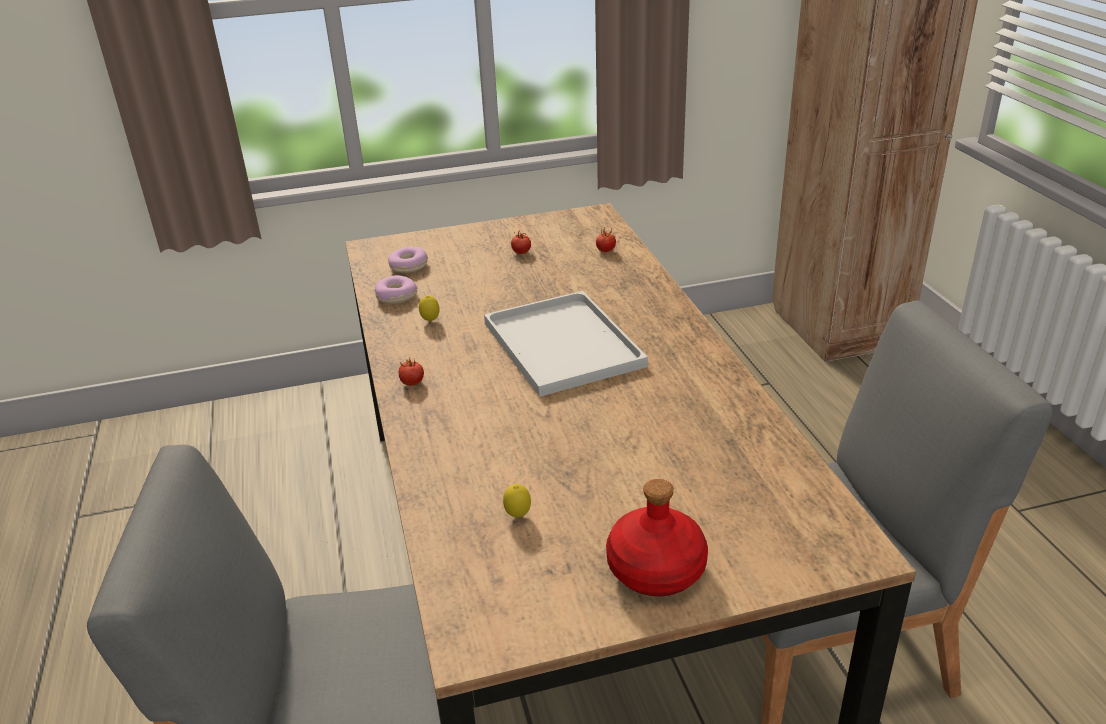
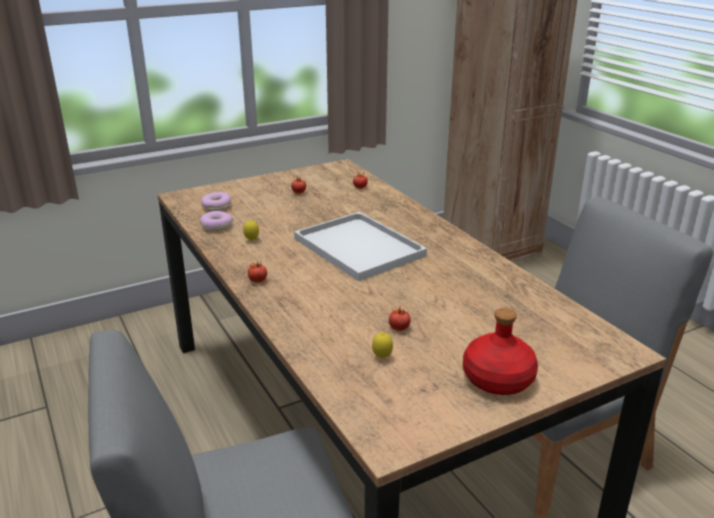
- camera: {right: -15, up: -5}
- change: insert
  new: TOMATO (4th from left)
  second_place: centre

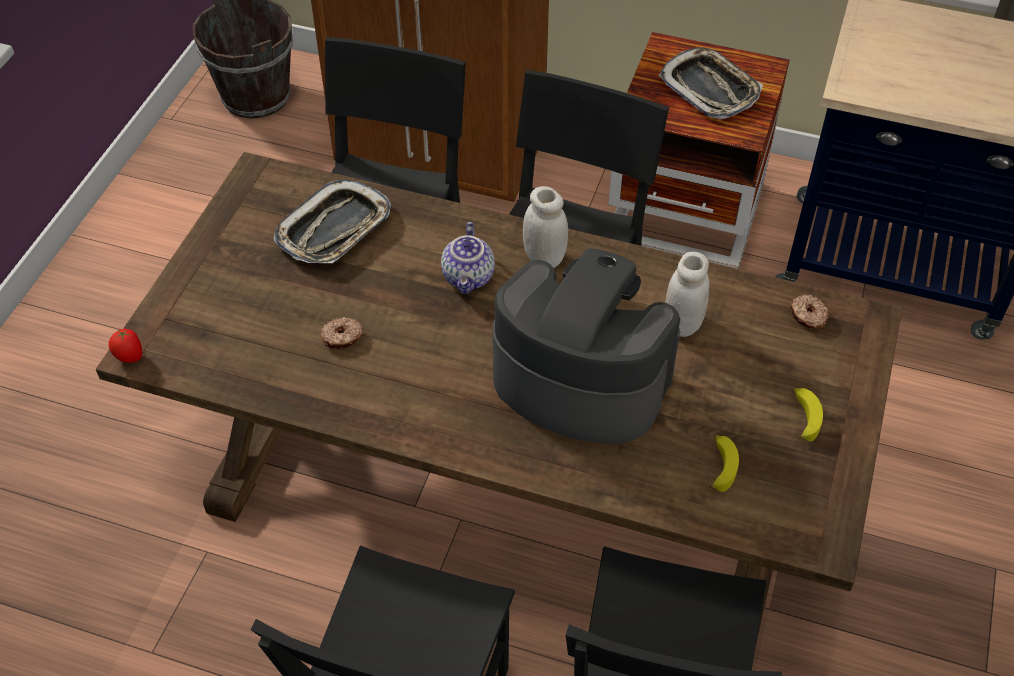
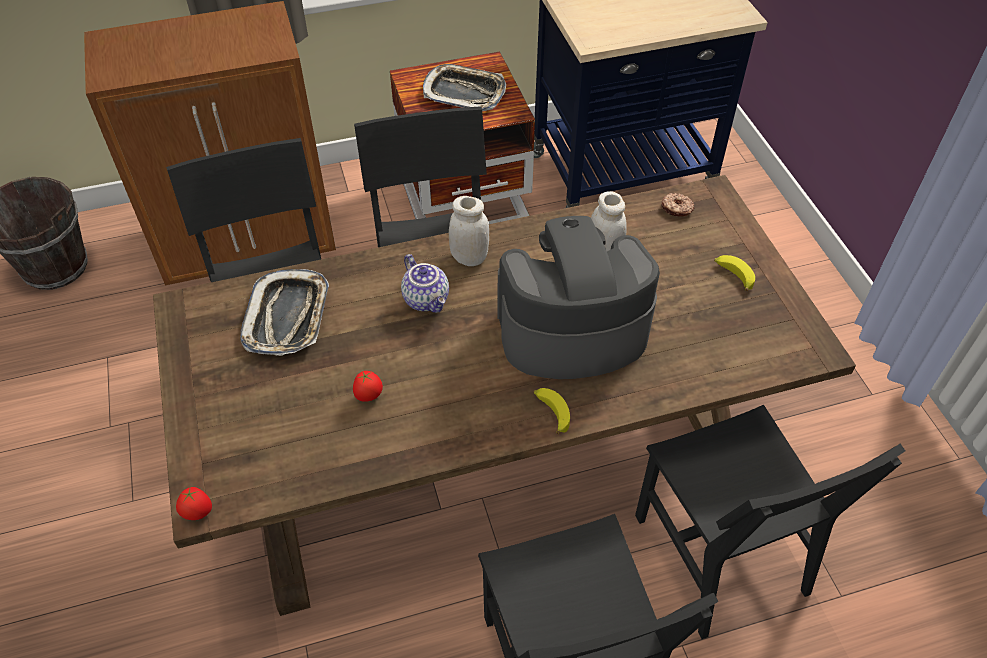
- camera: {right: -35, up: 0}
- change: replace
  old: DONUT (1st from left)
  new: TOMATO (2nd from left)
  first_place: centre
  second_place: centre
- change: move
  old: WHOLE BANANA (1st from left)
  first_place: bottom right
  second_place: centre

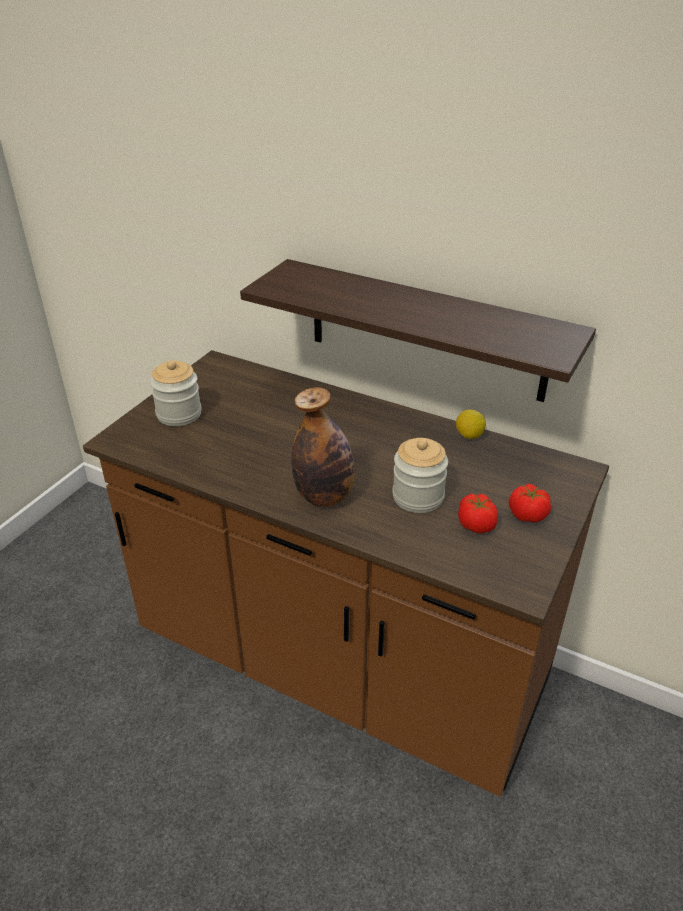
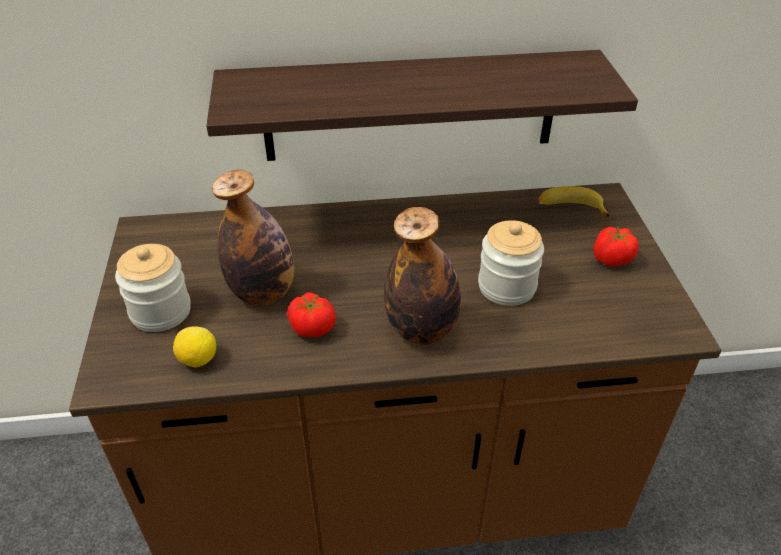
- camera: {right: -35, up: 5}
- change: move
  old: WHOLE LEMON
  first_place: middle right
  second_place: middle left
- change: move
  old: TOMATO (1st from left)
  first_place: middle right
  second_place: centre
- change: insert
  new: BOTTLE (1st from left)
  second_place: middle left
- change: insert
  new: WHOLE BANANA
  second_place: middle right

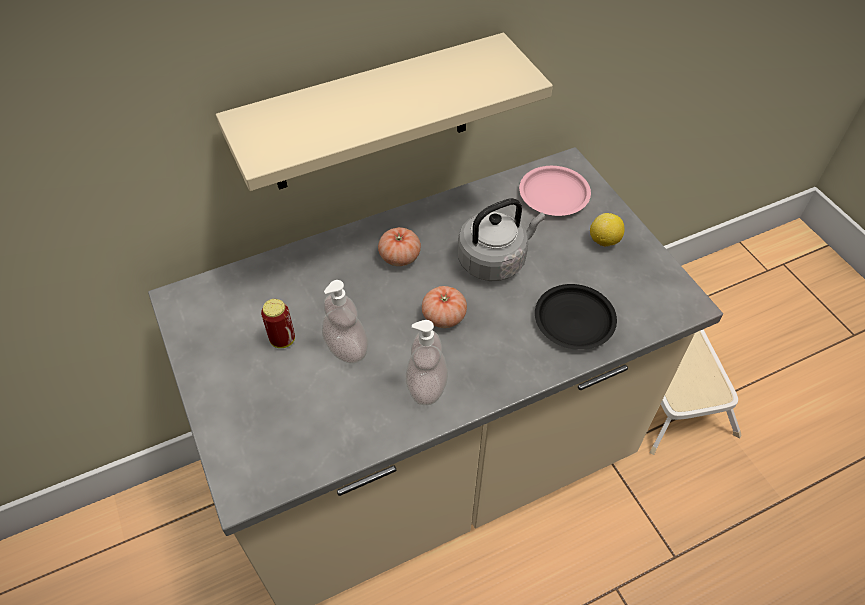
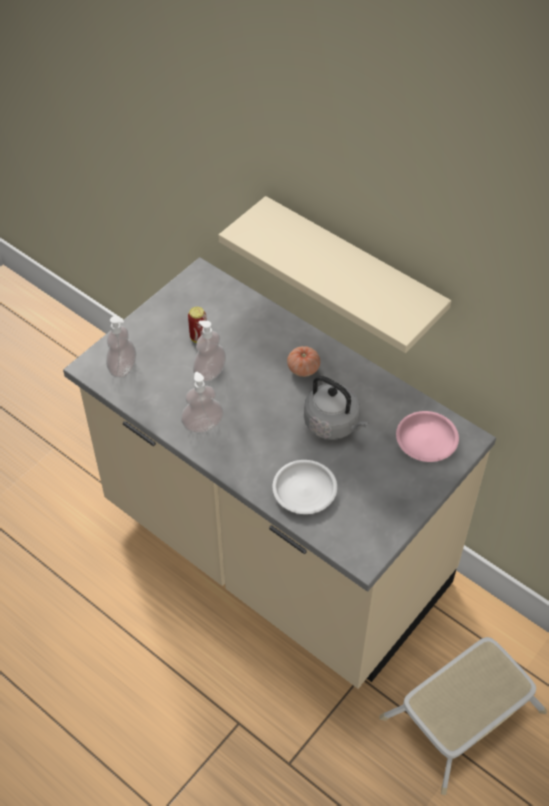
- camera: {right: 65, up: 0}
- change: delete
  old: TOMATO (2nd from left)
  first_place: centre
- change: recolor
  old: BLACK DINNER PLATE
  new: WHITISH DINNER PLATE
  first_place: centre
  second_place: centre
- change: delete
  old: WHOLE LEMON
  first_place: middle right
- change: insert
  new: LIQUID SOAP BOTTLE (1st from left)
  second_place: middle left

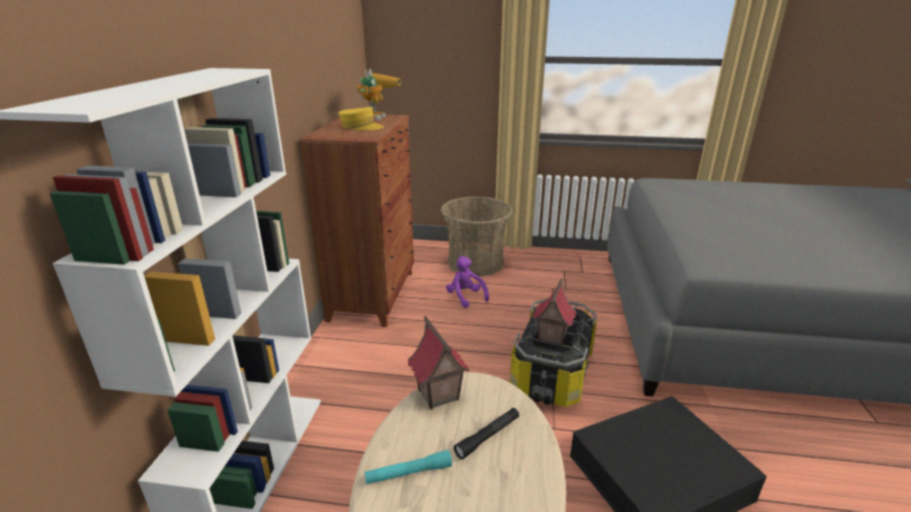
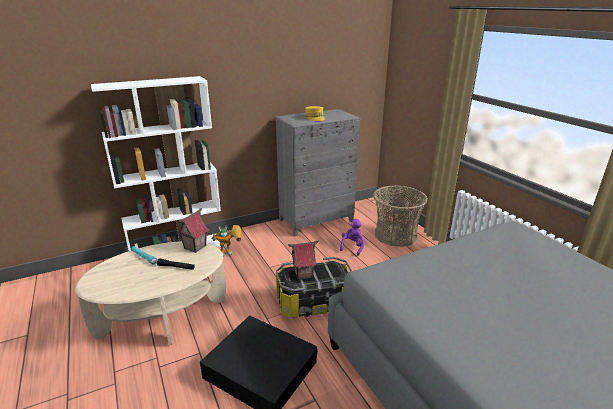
- camera: {right: 55, up: 0}
- change: recolor
  old: BROWN DRAWER CHEST
  new: GREY DRAWER CHEST
  first_place: centre
  second_place: centre
- change: move
  old: TOY ROBOT
  first_place: top centre
  second_place: centre

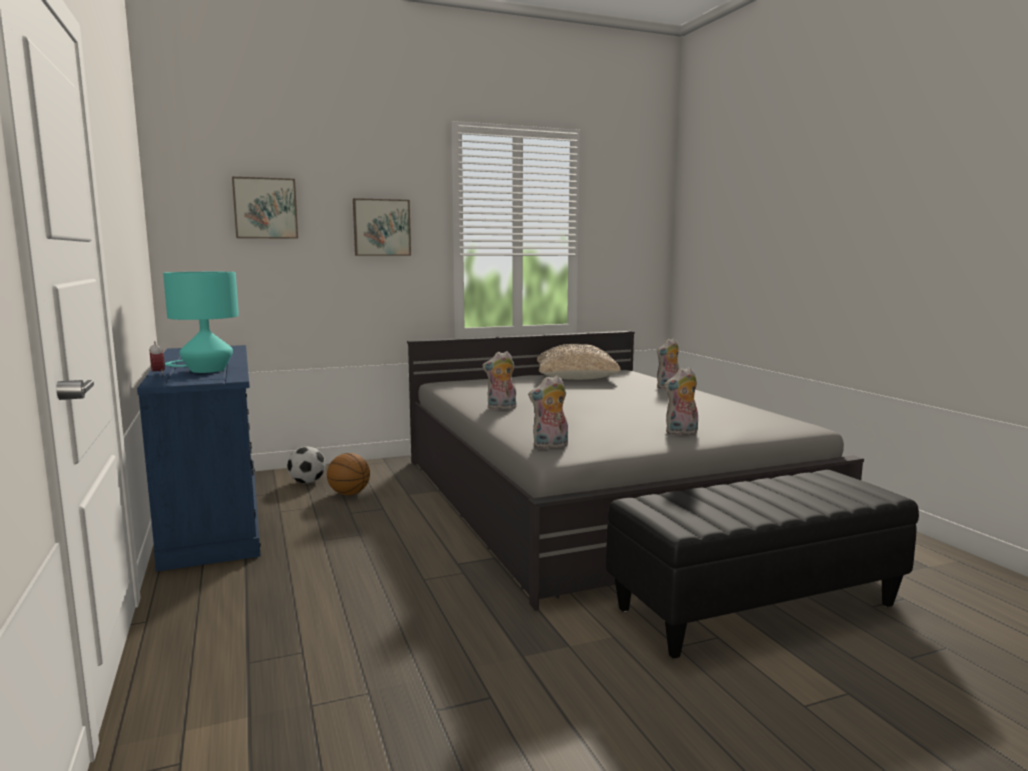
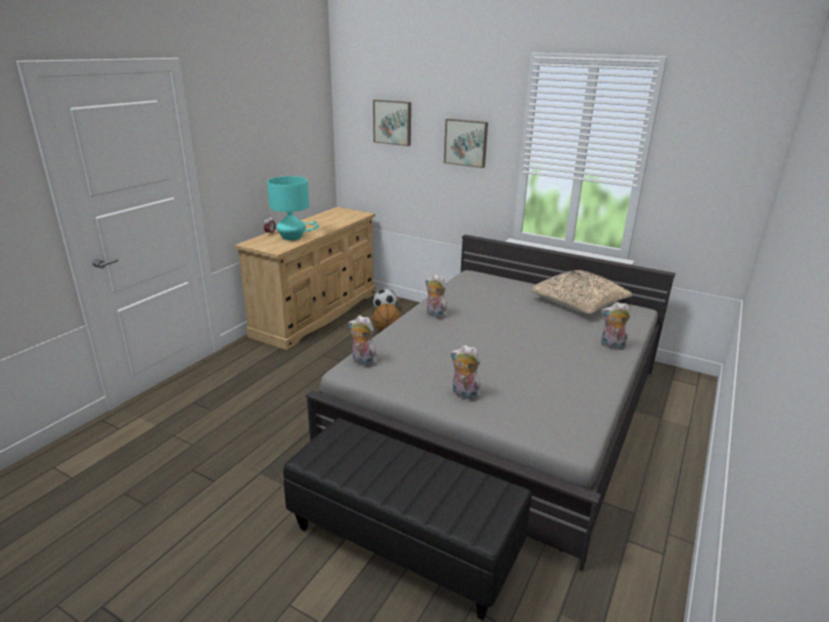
- camera: {right: 50, up: 15}
- change: recolor
  old: BLUISH DRAWER CHEST
  new: BEIGE DRAWER CHEST
  first_place: middle left
  second_place: centre

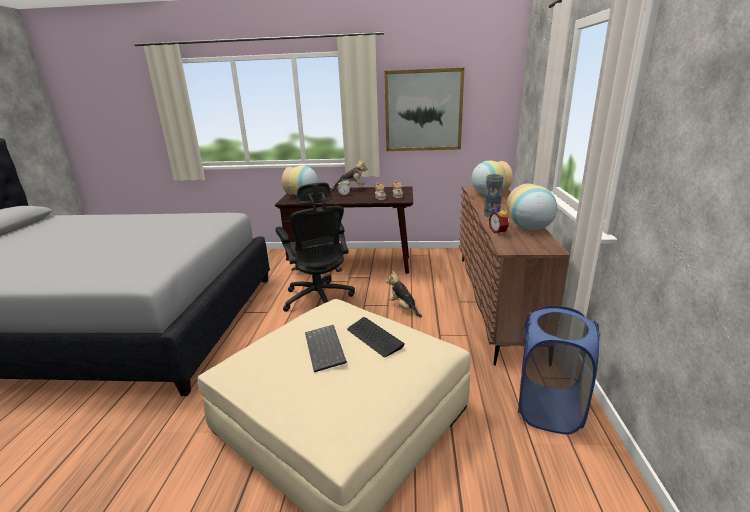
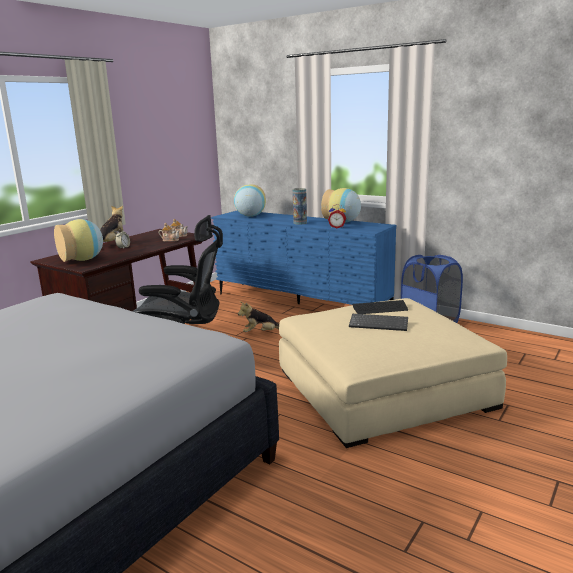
- camera: {right: -60, up: -5}
- change: delete
  old: WALL PICTURE
  first_place: top centre
- change: recolor
  old: BROWN DRAWER CHEST
  new: BLUISH DRAWER CHEST
  first_place: middle right
  second_place: centre

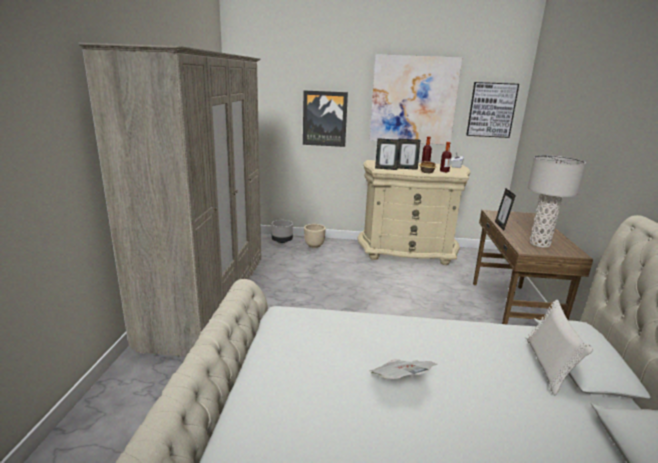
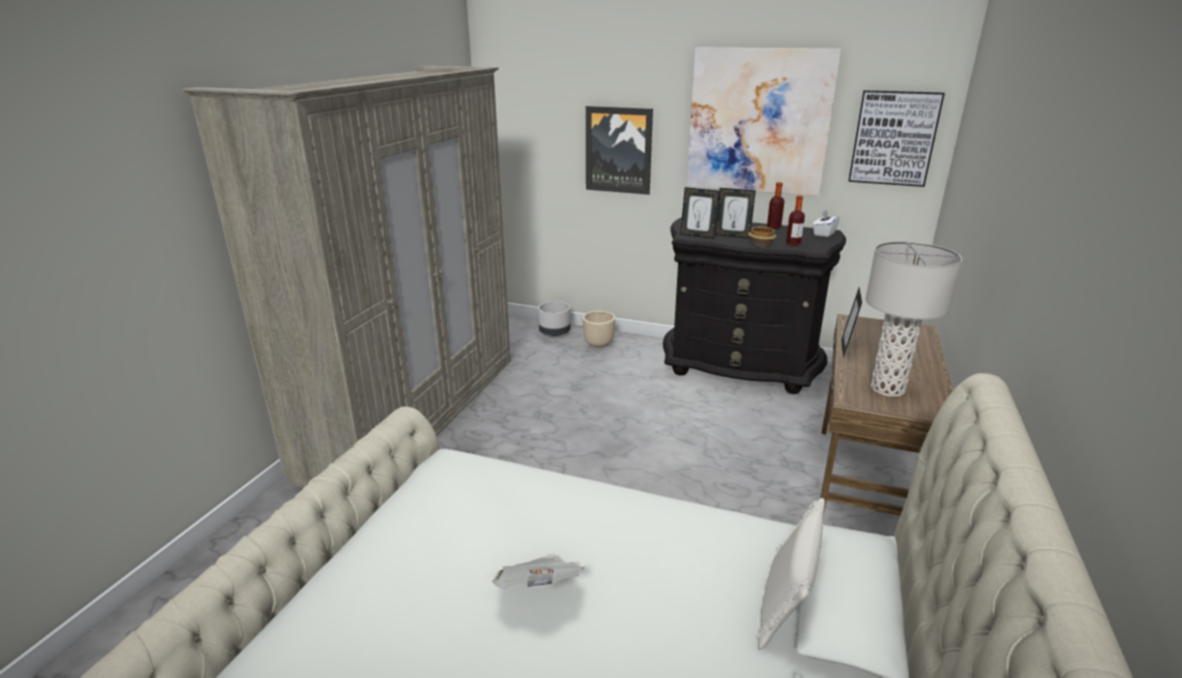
- camera: {right: 15, up: 5}
- change: recolor
  old: BEIGE DRAWER CHEST
  new: BLACK DRAWER CHEST
  first_place: centre
  second_place: centre

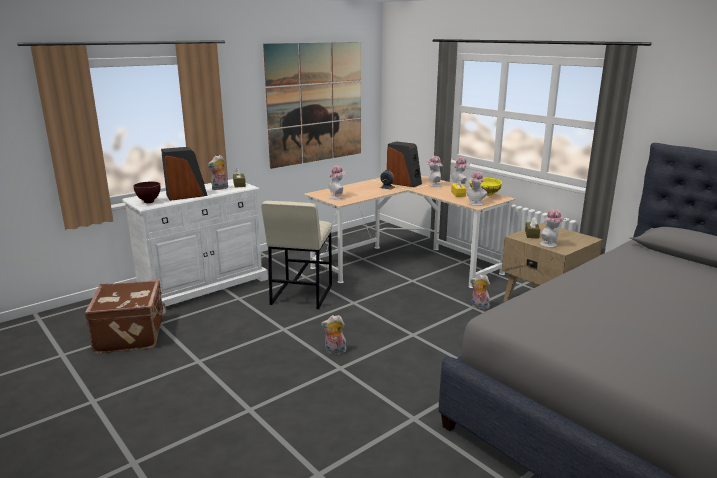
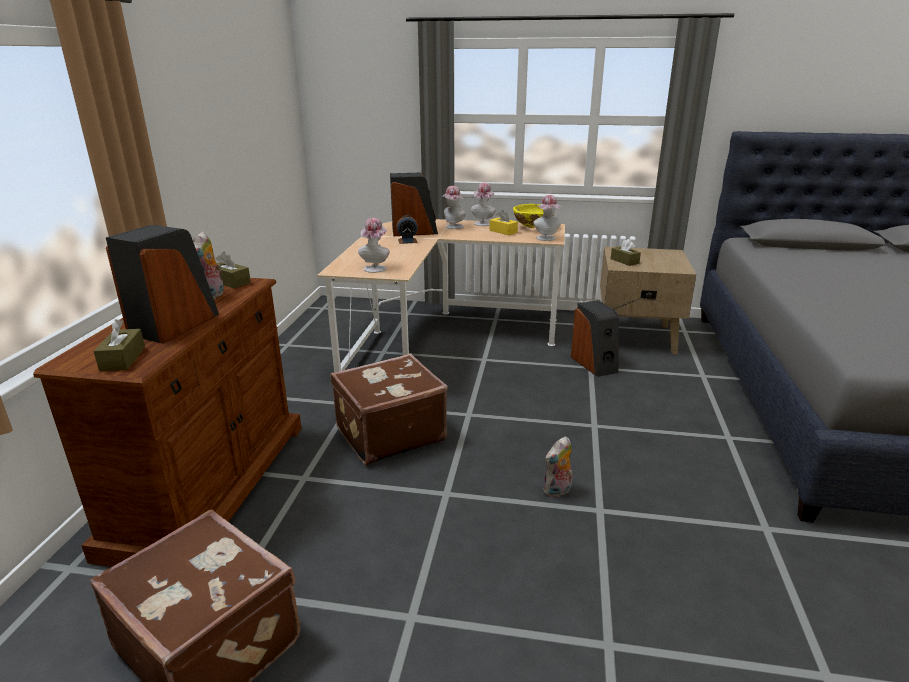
- camera: {right: -40, up: 5}
- change: recolor
  old: WHITISH DRAWER CHEST
  new: BROWN DRAWER CHEST
  first_place: middle left
  second_place: middle left
- change: replace
  old: BROWN SERVING BOWL
  new: BROWN TISSUE HOLDER (1st from left)
  first_place: middle left
  second_place: middle left
- change: replace
  old: BEIGE PLAIN CHAIR
  new: BROWN TRAVEL CASE (2nd from left)
  first_place: centre
  second_place: centre
- change: delete
  old: WALL PICTURE
  first_place: top centre
- change: replace
  old: PLUSH TOY (3rd from left)
  new: SPEAKER (3rd from left)
  first_place: middle right
  second_place: centre
- change: delete
  old: CLOTHING HAT (5th from left)
  first_place: middle right

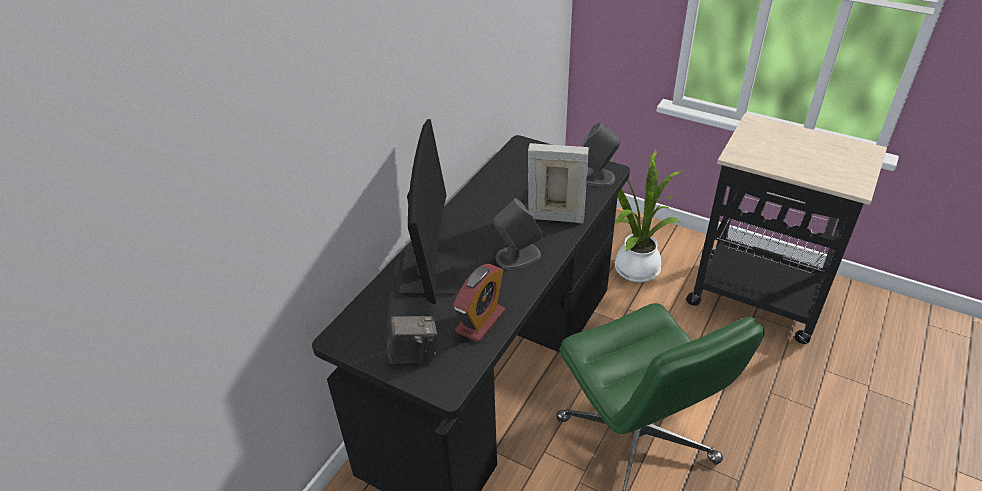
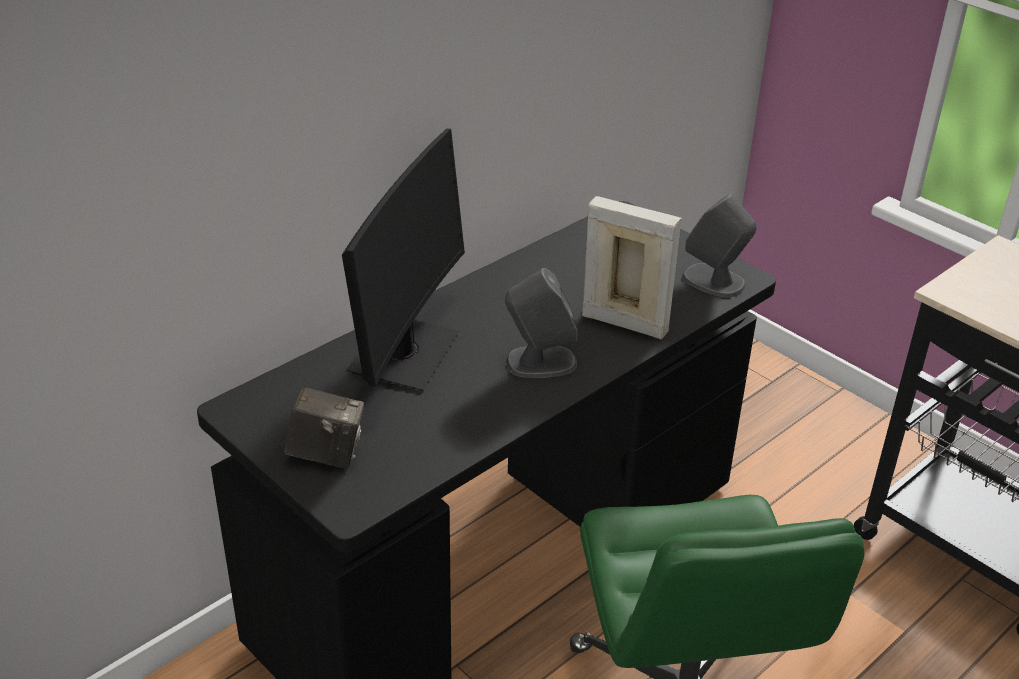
- camera: {right: 15, up: -5}
- change: delete
  old: BEDSIDE CLOCK
  first_place: centre
- change: delete
  old: POTTED PLANT
  first_place: centre

